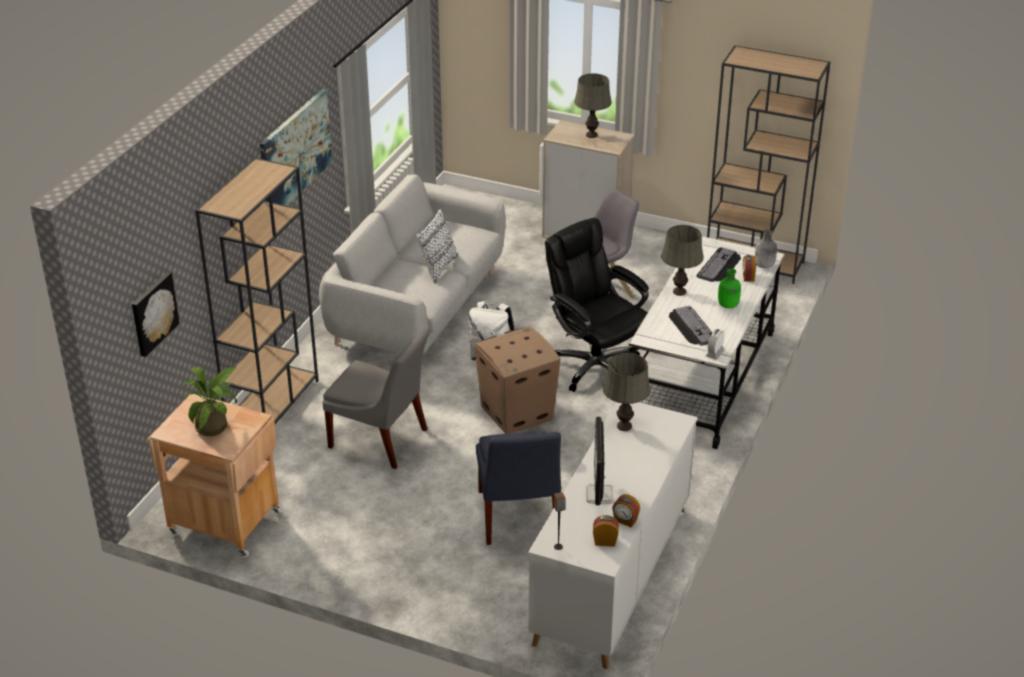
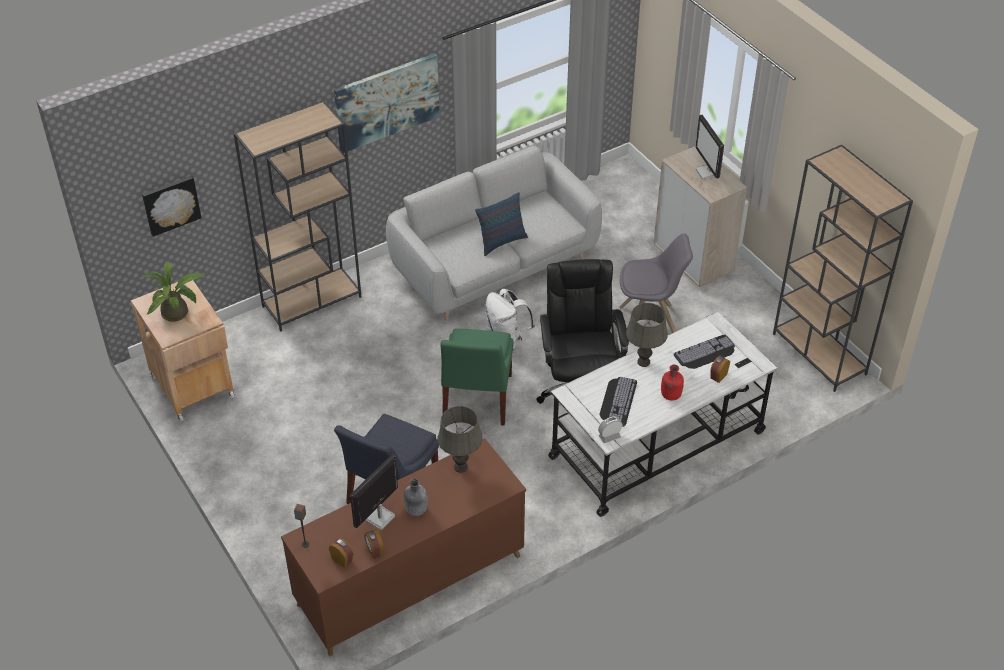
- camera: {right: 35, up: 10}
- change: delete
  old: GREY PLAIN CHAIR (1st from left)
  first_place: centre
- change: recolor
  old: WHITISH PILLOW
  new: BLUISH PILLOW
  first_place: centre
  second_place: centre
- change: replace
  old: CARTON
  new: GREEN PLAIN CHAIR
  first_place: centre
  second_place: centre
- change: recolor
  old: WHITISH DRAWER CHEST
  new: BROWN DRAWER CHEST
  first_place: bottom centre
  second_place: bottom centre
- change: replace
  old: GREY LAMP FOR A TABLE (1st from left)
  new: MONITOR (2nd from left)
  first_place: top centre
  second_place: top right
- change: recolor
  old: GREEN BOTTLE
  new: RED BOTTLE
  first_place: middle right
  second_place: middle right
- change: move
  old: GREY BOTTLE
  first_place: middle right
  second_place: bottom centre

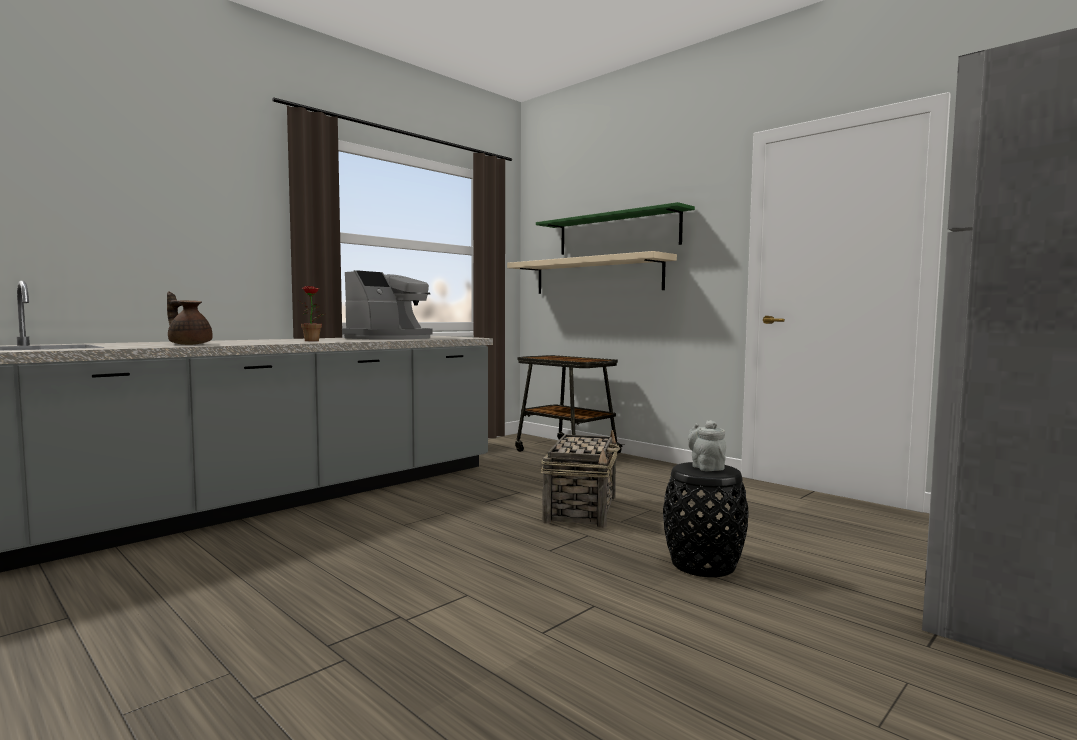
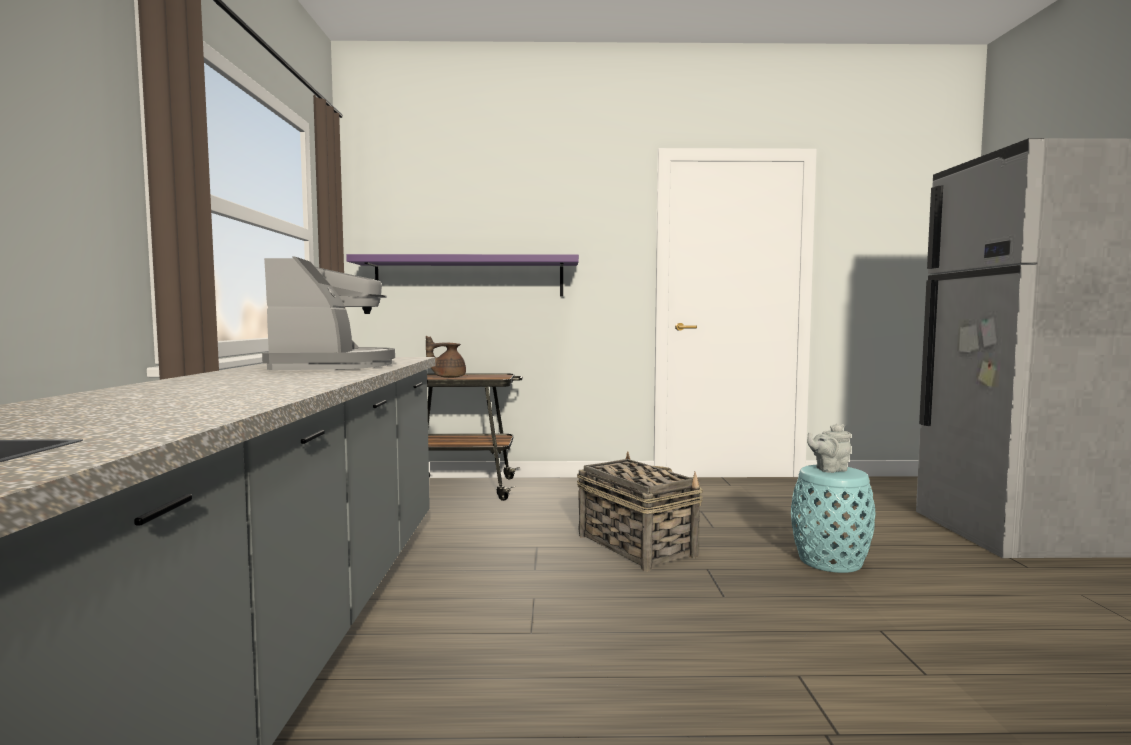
- camera: {right: -45, up: 0}
- change: move
  old: BROWN TEA POT
  first_place: middle left
  second_place: centre
- change: delete
  old: POTTED PLANT
  first_place: middle left
- change: recolor
  old: BEIGE BRACKET SHELF
  new: PURPLE BRACKET SHELF
  first_place: centre
  second_place: centre
- change: delete
  old: GREEN BRACKET SHELF
  first_place: top centre
- change: recolor
  old: BLACK STOOL SEAT
  new: TURQUOISE STOOL SEAT
  first_place: bottom centre
  second_place: bottom right
- change: rotate
  old: GREY TEA POT
  first_place: centre
  second_place: middle right
  degrees: -45

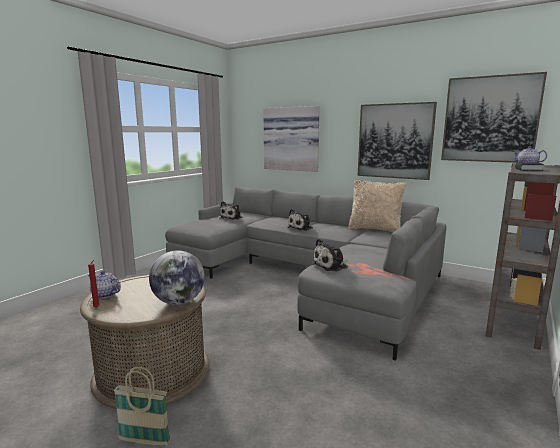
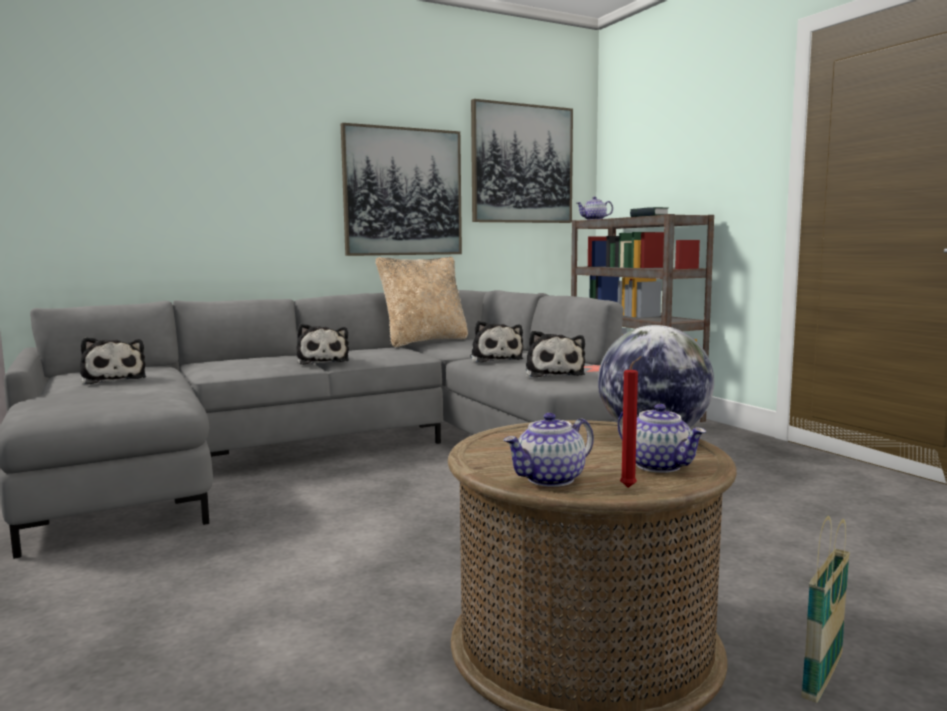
- camera: {right: -60, up: -5}
- change: delete
  old: WALL PICTURE (1st from left)
  first_place: top centre
- change: insert
  new: PLUSH TOY (3rd from left)
  second_place: centre
- change: insert
  new: TEA POT (3rd from left)
  second_place: middle right

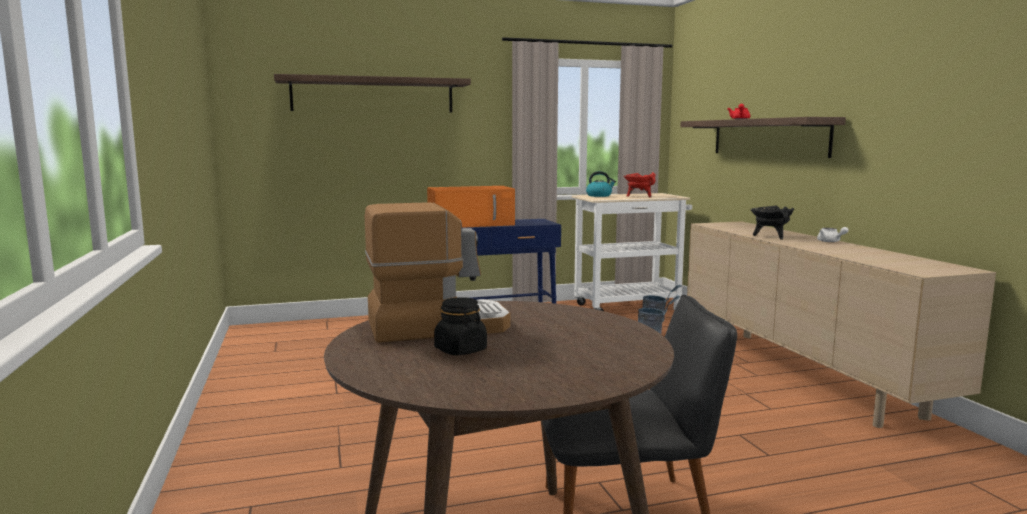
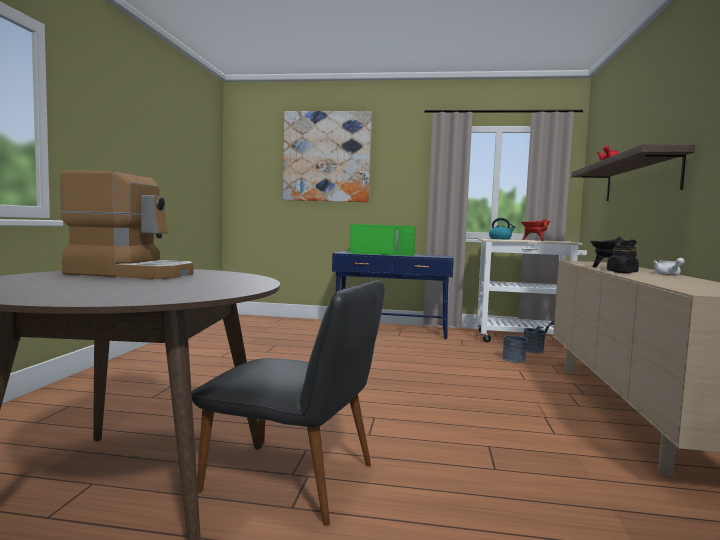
- camera: {right: 25, up: -5}
- change: replace
  old: BRACKET SHELF (1st from left)
  new: WALL PICTURE
  first_place: top centre
  second_place: top centre
- change: recolor
  old: ORANGE-COLOURED MICROWAVE OVEN
  new: GREEN MICROWAVE OVEN
  first_place: centre
  second_place: centre
- change: move
  old: BLACK JAR
  first_place: centre
  second_place: middle right

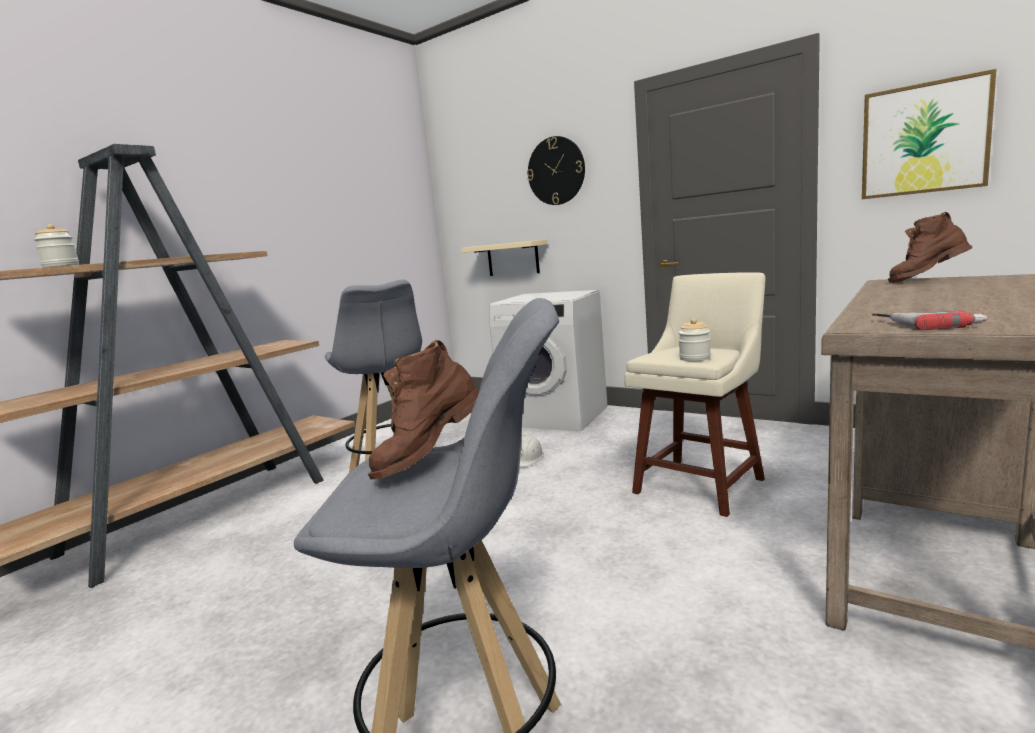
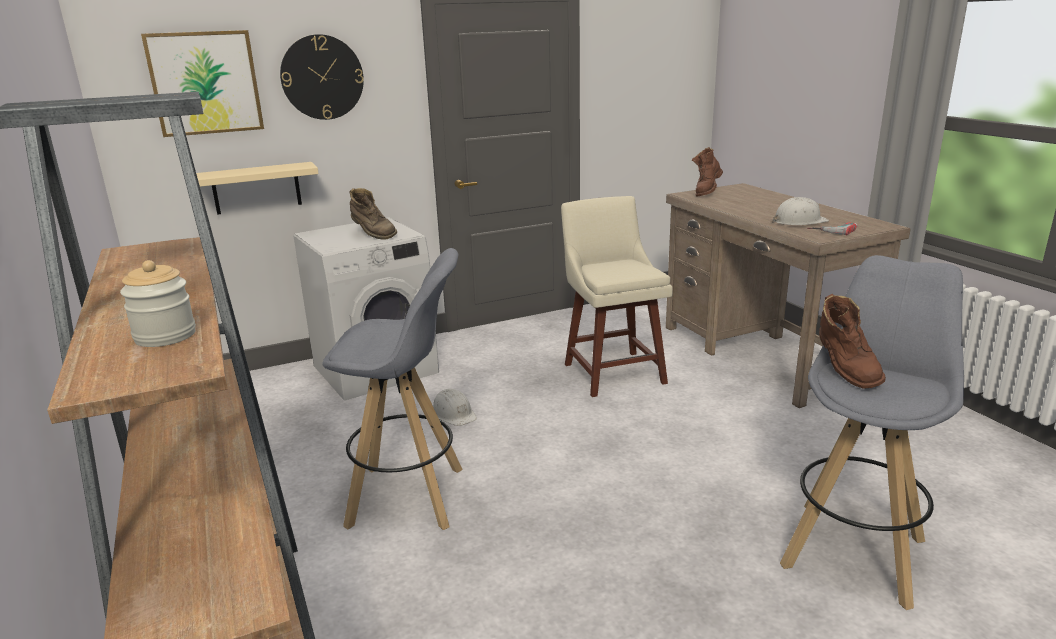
- camera: {right: -60, up: 10}
- change: delete
  old: JAR (2nd from left)
  first_place: middle right
- change: move
  old: WALL PICTURE
  first_place: top right
  second_place: top left
- change: insert
  new: BROWN BOOT (1st from left)
  second_place: centre
- change: insert
  new: WHITISH HARD HAT (2nd from left)
  second_place: top right

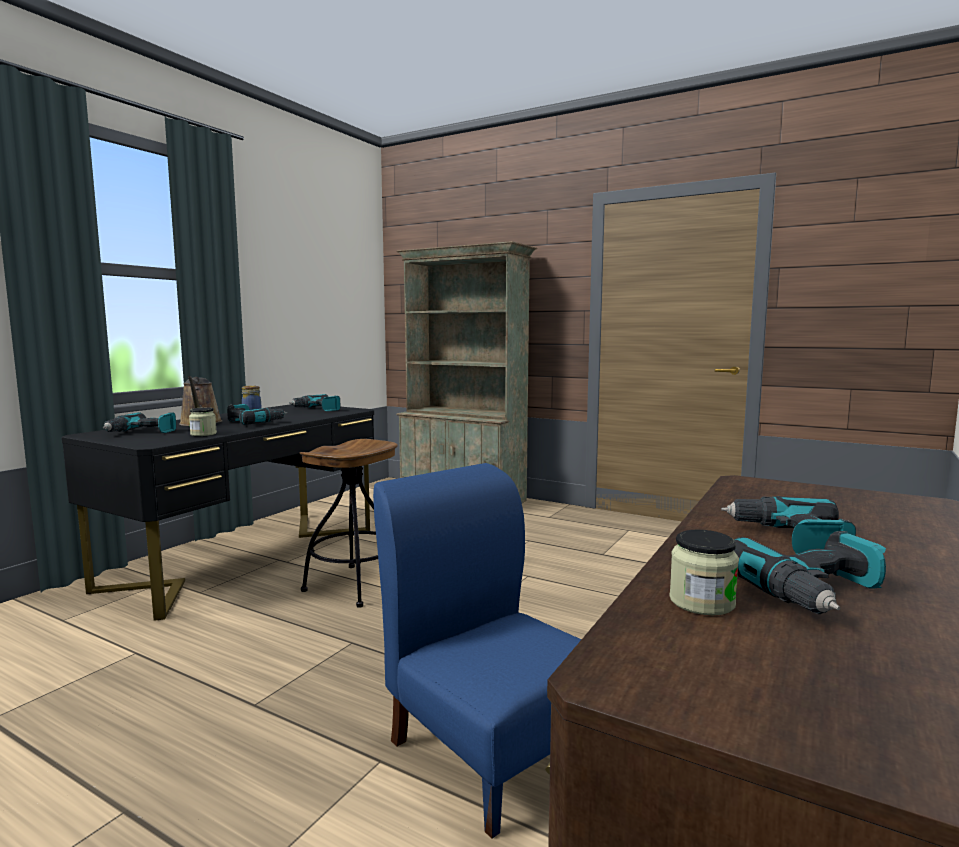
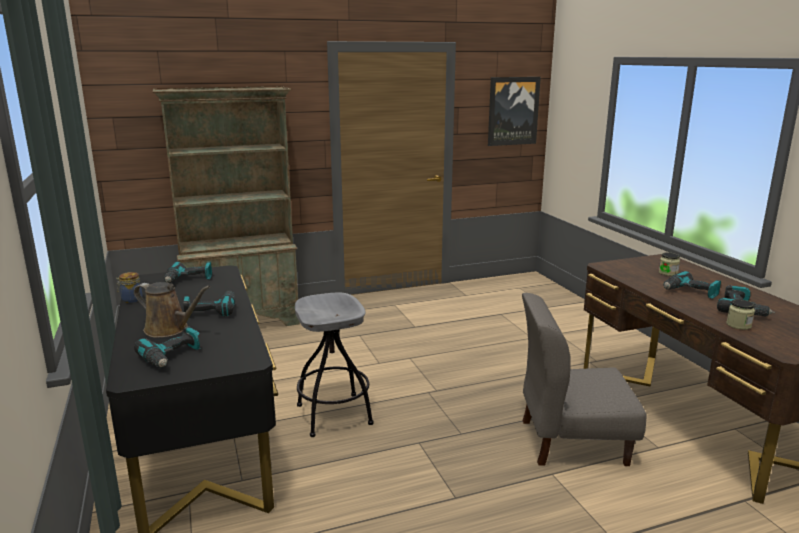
- camera: {right: -50, up: 10}
- change: move
  old: JAR (1st from left in the first image)
  new: JAR (2nd from left)
  first_place: middle left
  second_place: middle right
- change: recolor
  old: BROWN STOOL SEAT
  new: GREY STOOL SEAT
  first_place: centre
  second_place: bottom centre
- change: recolor
  old: BLUISH PLAIN CHAIR
  new: GREY PLAIN CHAIR
  first_place: bottom centre
  second_place: bottom right
- change: insert
  new: WALL PICTURE
  second_place: top centre

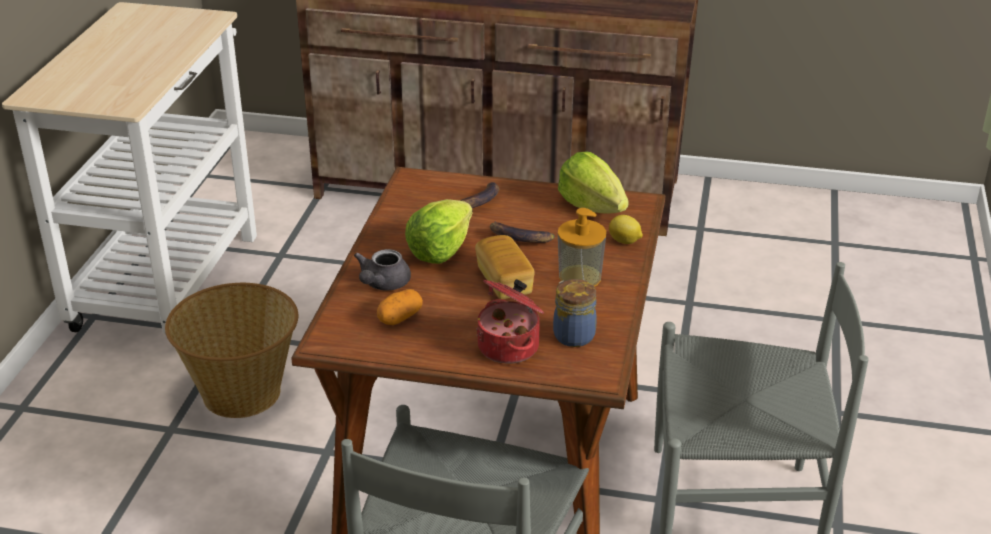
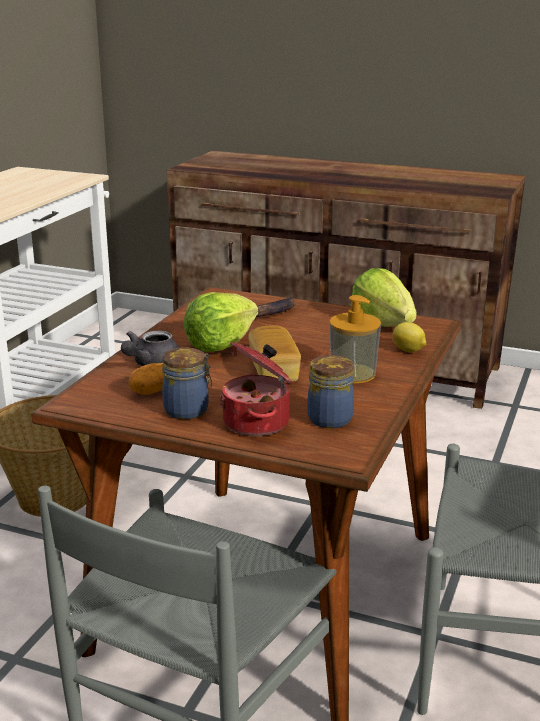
- camera: {right: 10, up: -10}
- change: delete
  old: WHOLE BANANA (2nd from left)
  first_place: centre
- change: insert
  new: JAR (1st from left)
  second_place: centre

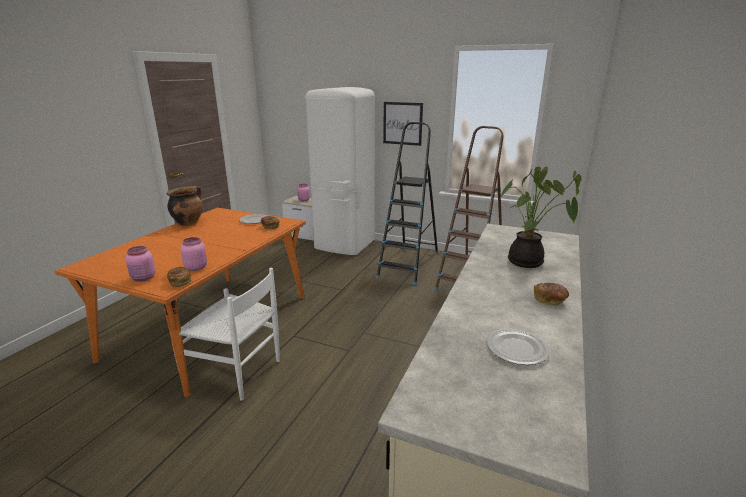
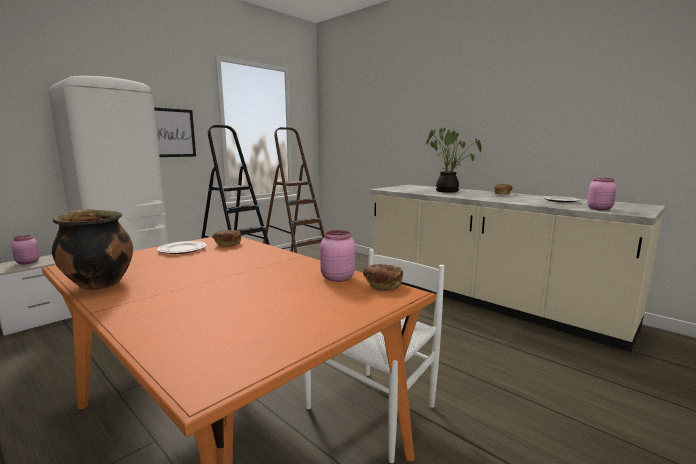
- camera: {right: -70, up: -10}
- change: move
  old: PINKISH JAR (1st from left in the first image)
  new: PINKISH JAR (3rd from left)
  first_place: middle left
  second_place: middle right

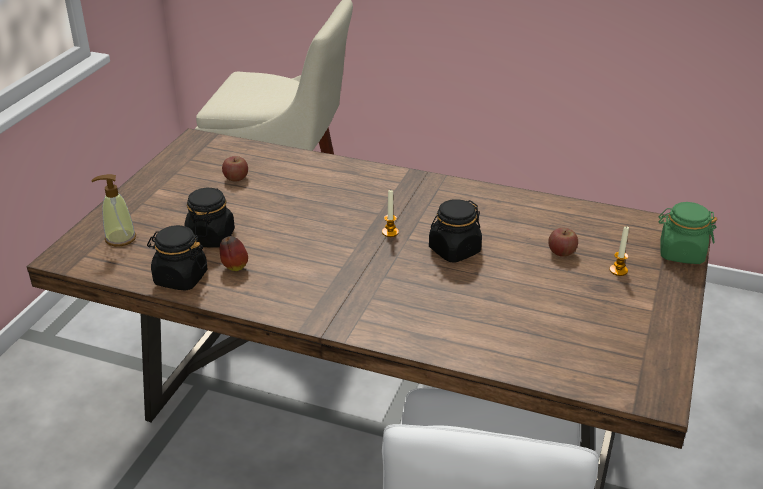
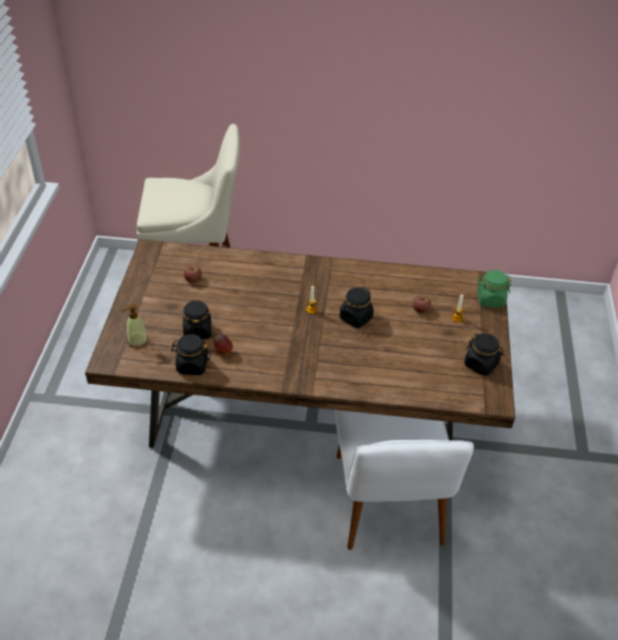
- camera: {right: -15, up: 10}
- change: insert
  new: BLACK JAR (4th from left)
  second_place: middle right

